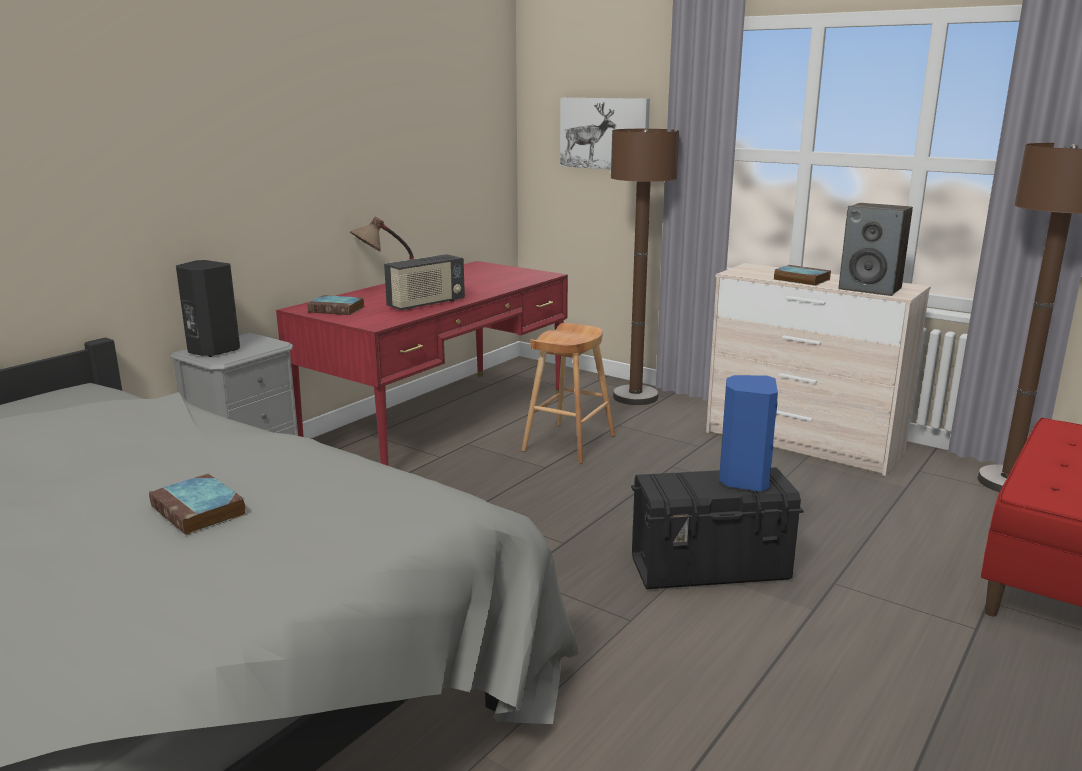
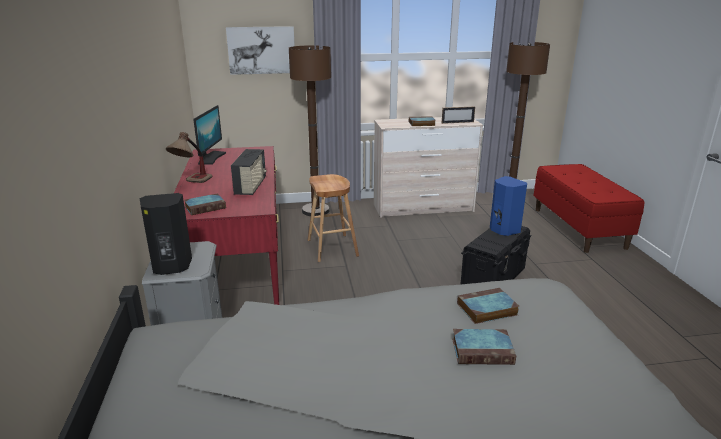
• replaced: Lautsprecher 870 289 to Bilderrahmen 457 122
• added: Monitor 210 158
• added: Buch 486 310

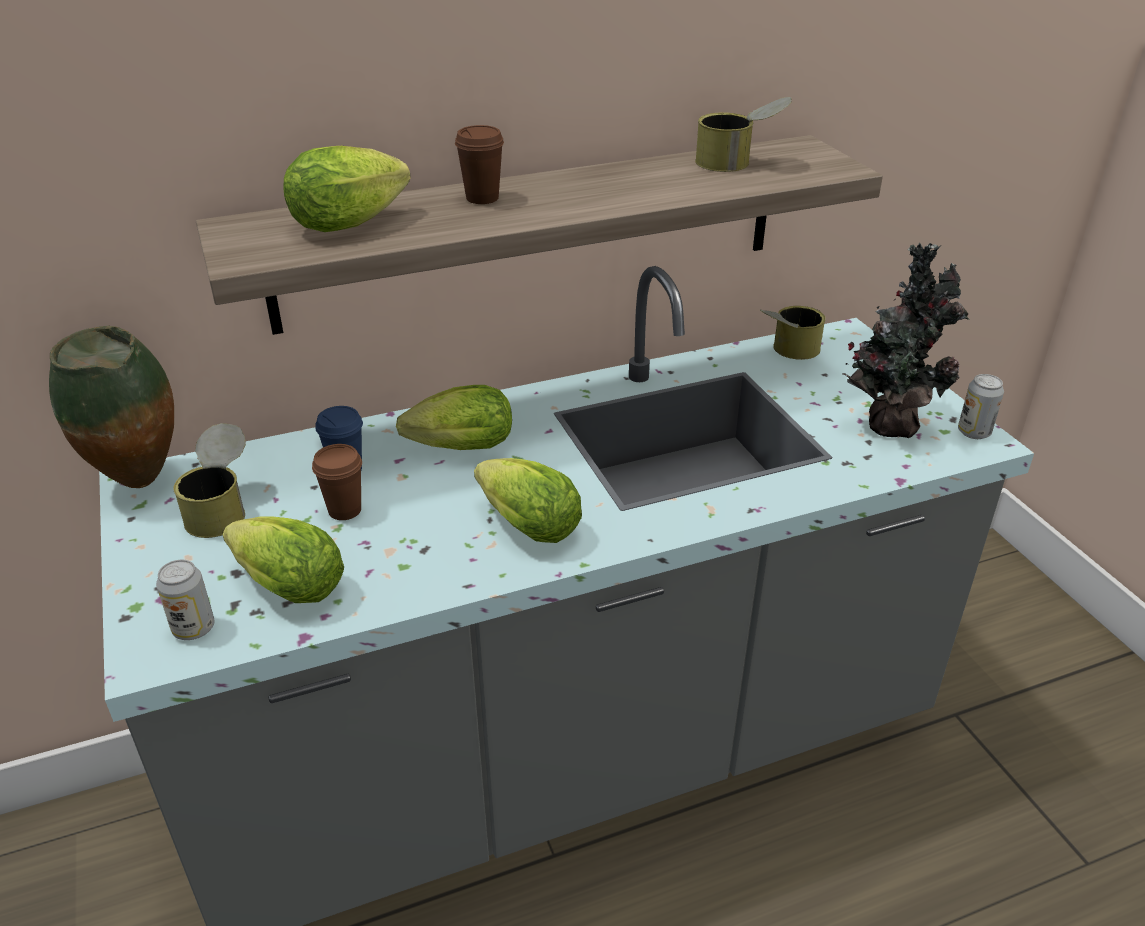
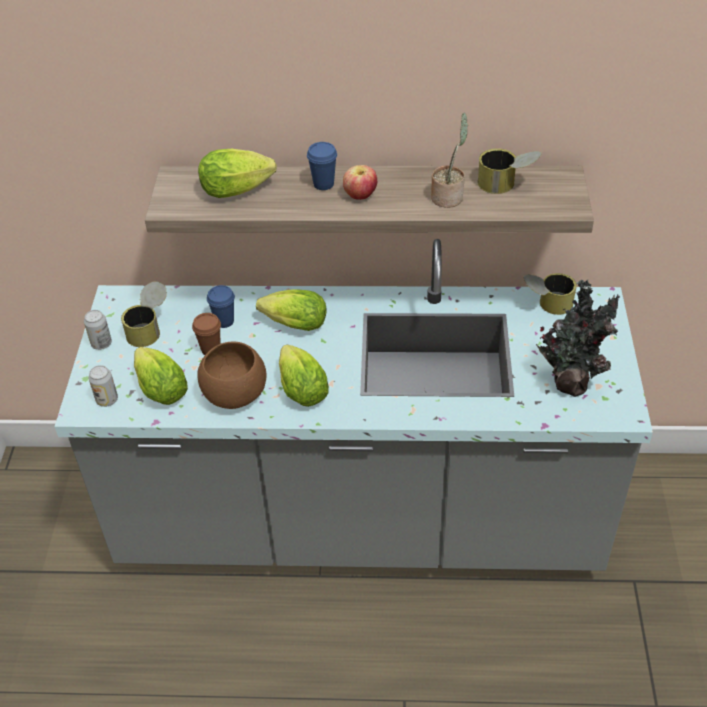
• recoloured: Tasse [braun] 482 198 to Tasse [blau] 323 184
• removed: Vase 141 484
• moved: Dose 974 432 to 101 344
• added: Topfpflanze 448 197
• added: Apfel 360 196
• added: Schüssel [braun] 234 395

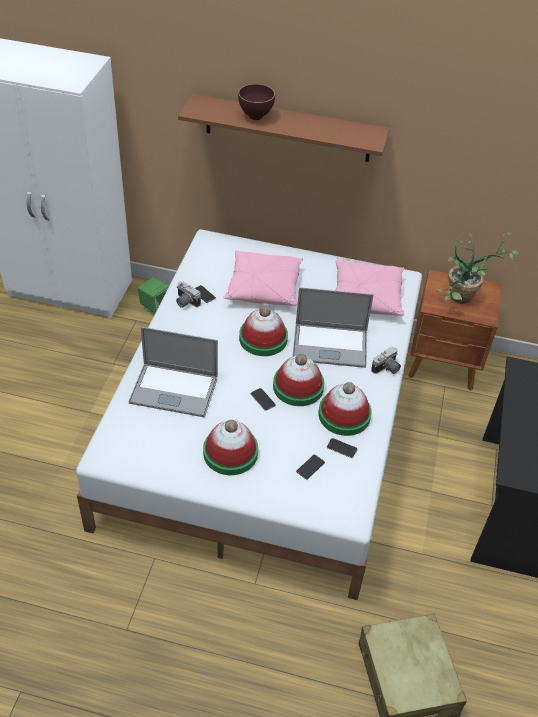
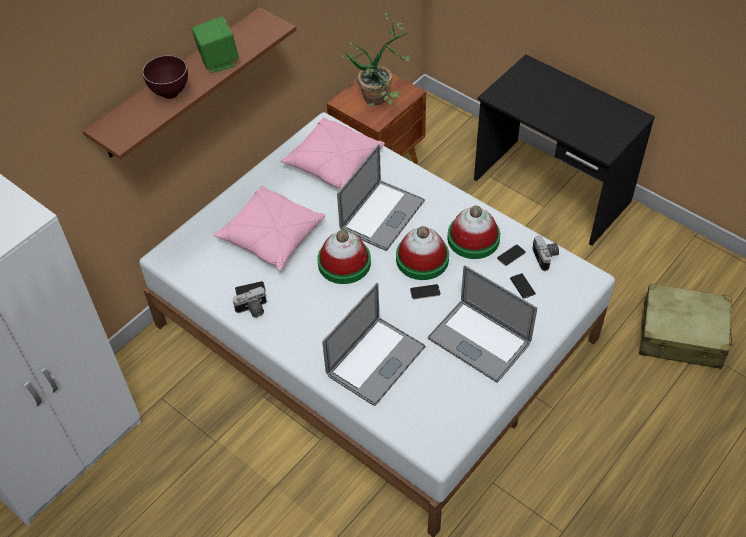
• moved: Lautsprecher [grün] 155 307 to 218 61
• moved: Kamera 386 369 to 546 257
• replaced: Hut 230 452 to Laptop 479 340

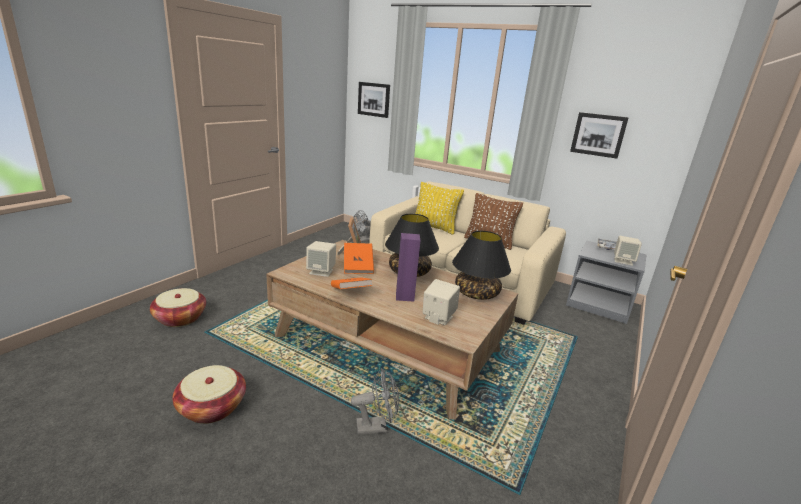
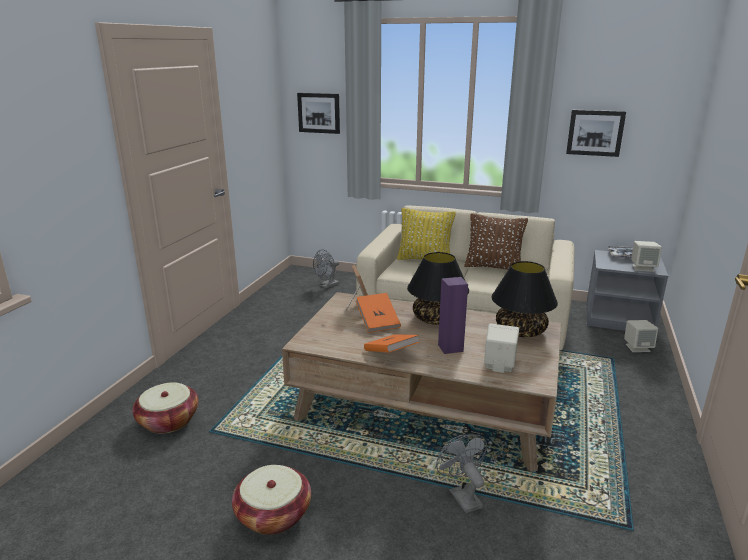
• moved: Lautsprecher [beige] 321 271 to 637 347
• turned: Ventilator [grau] 376 426 = 462 495 90 degrees counterclockwise

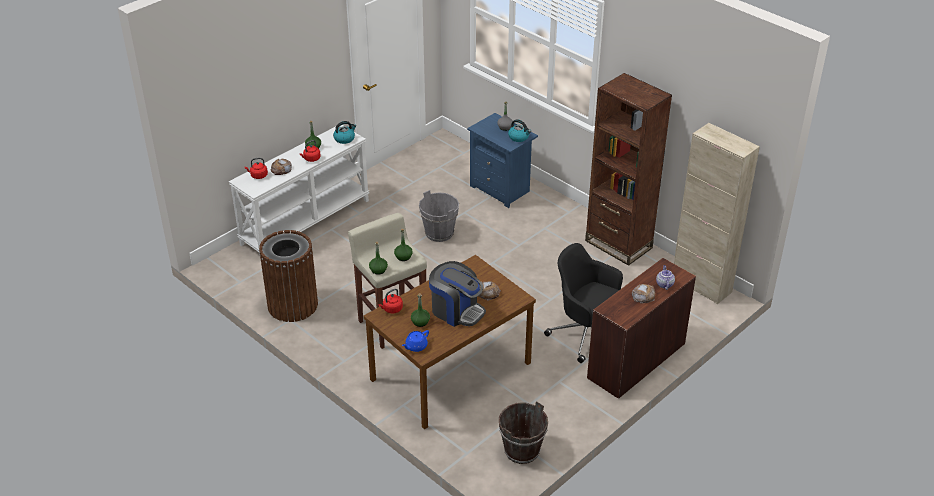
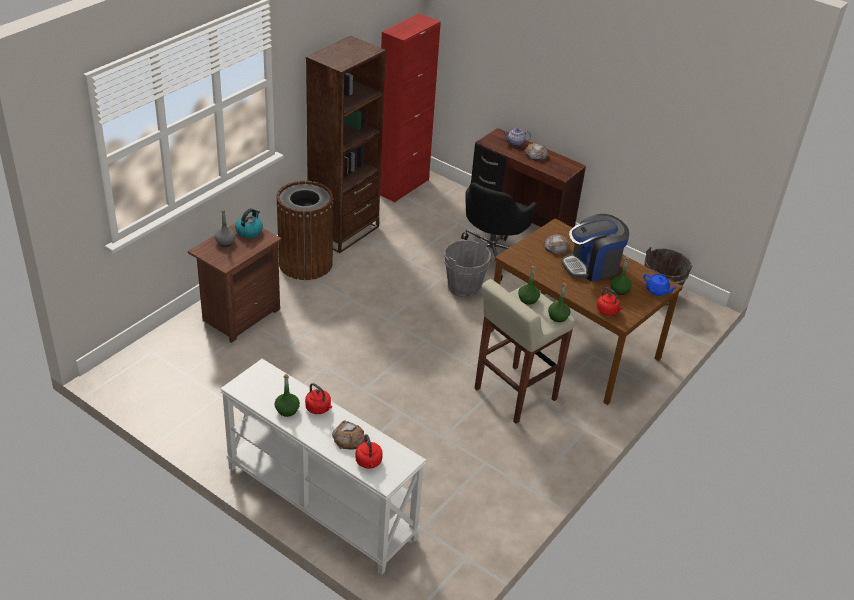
• recoloured: Nachttisch [blau] 501 189 to Nachttisch [braun] 240 315
• removed: Wasserkessel 344 138
• recoloured: Schrank [beige] 701 285 to Schrank [rot] 402 186
• moved: Eimer [grau] 439 233 to 463 287
• moved: Mülleimer [braun] 292 305 to 305 263
• turned: Kaffeemaschine 456 310 = 592 266 135 degrees counterclockwise

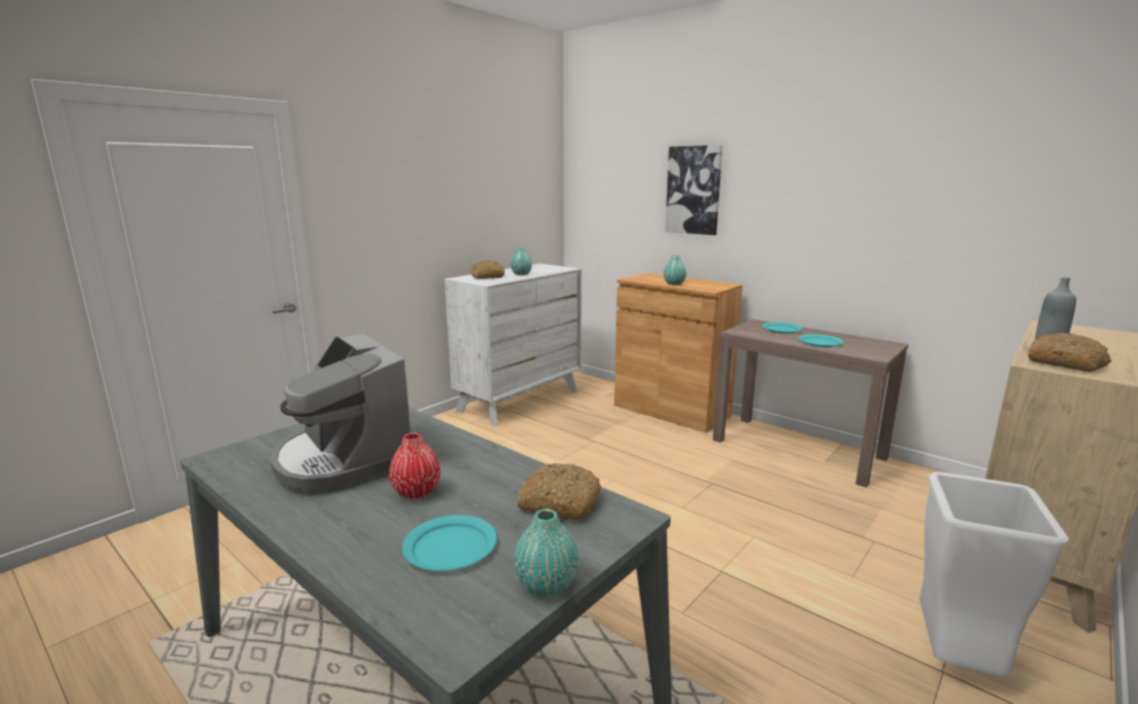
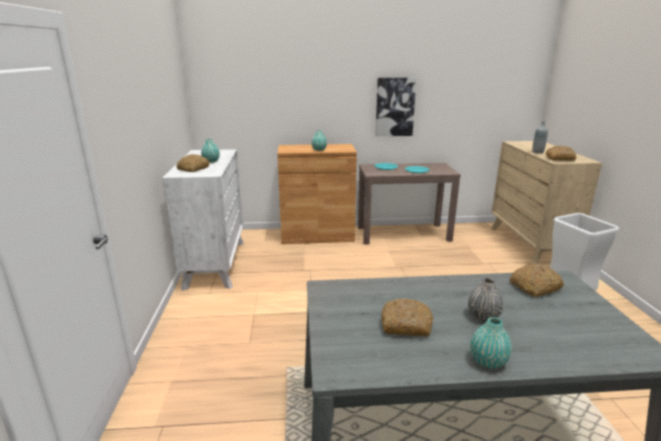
• moved: Bild 693 190 to 395 107
• replaced: Kaffeemaschine 343 460 to Brot 406 325
• recoloured: Vase [rot] 416 492 to Vase [grau] 483 316
• moved: Vase [türkis] 546 584 to 488 361
• removed: Teller [türkis] 449 547

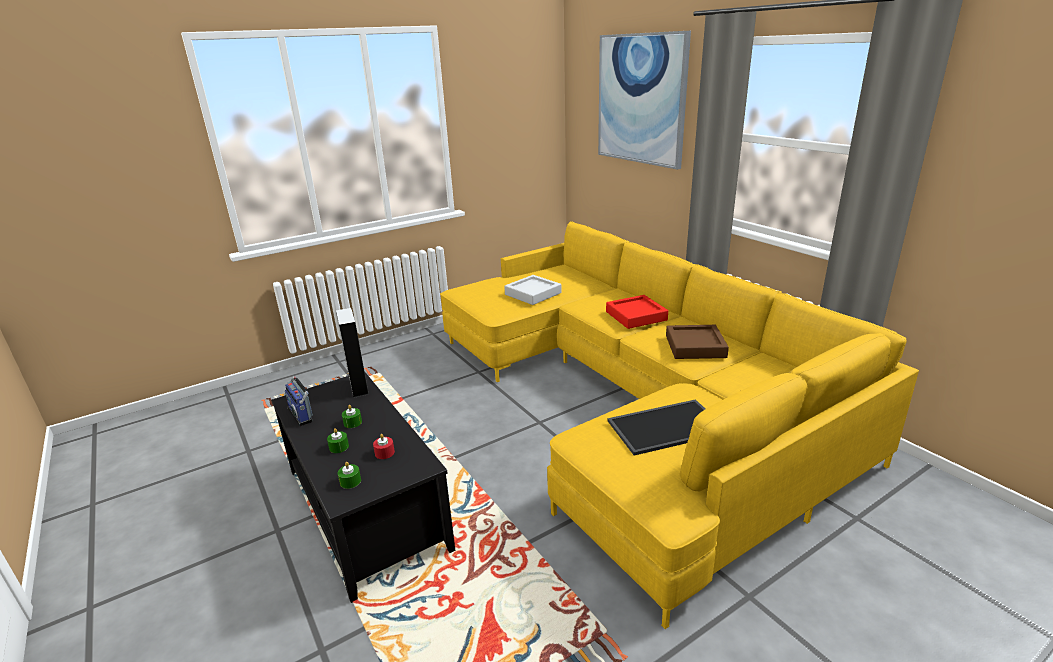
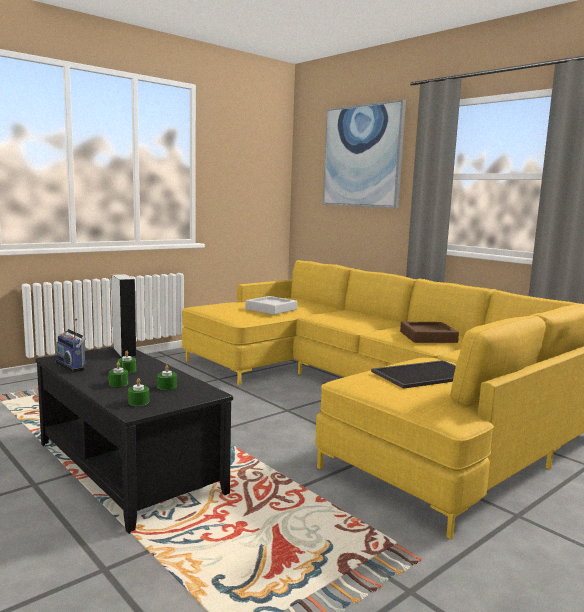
• removed: Tablett [rot] 636 316
• recoloured: Kerze [rot] 384 453 to Kerze [grün] 167 386

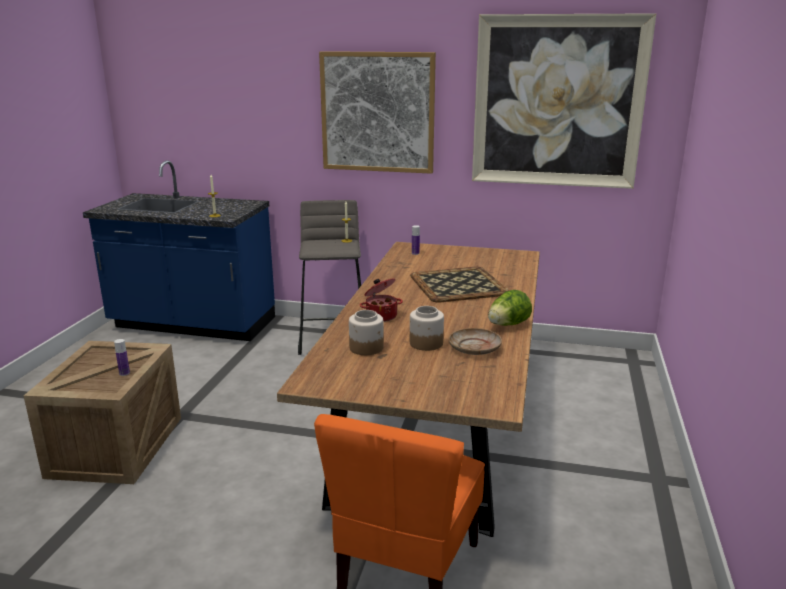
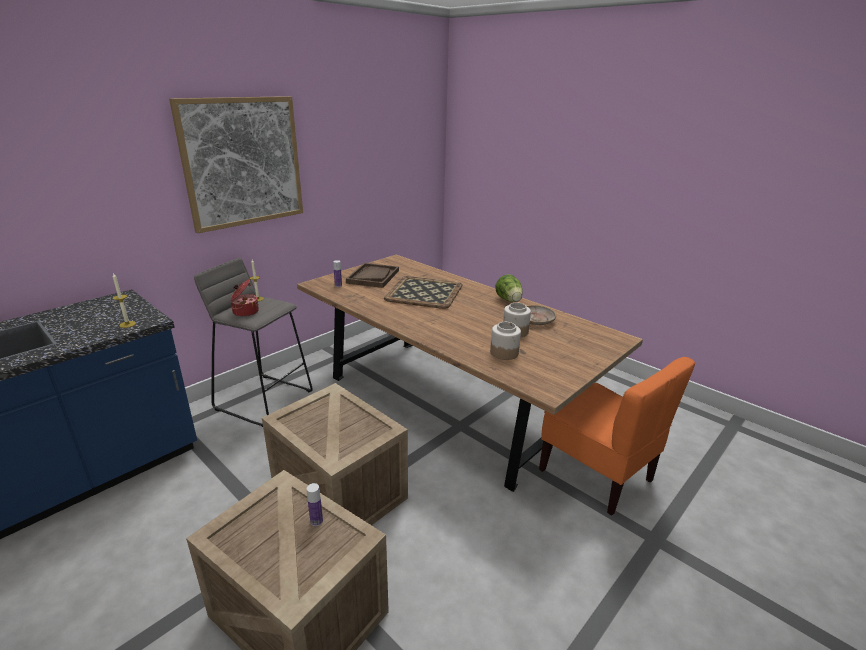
• removed: Bild 557 102
• moved: Kochtopf 381 316 to 245 312
• added: Tablett [braun] 373 276
• added: Kiste 341 492

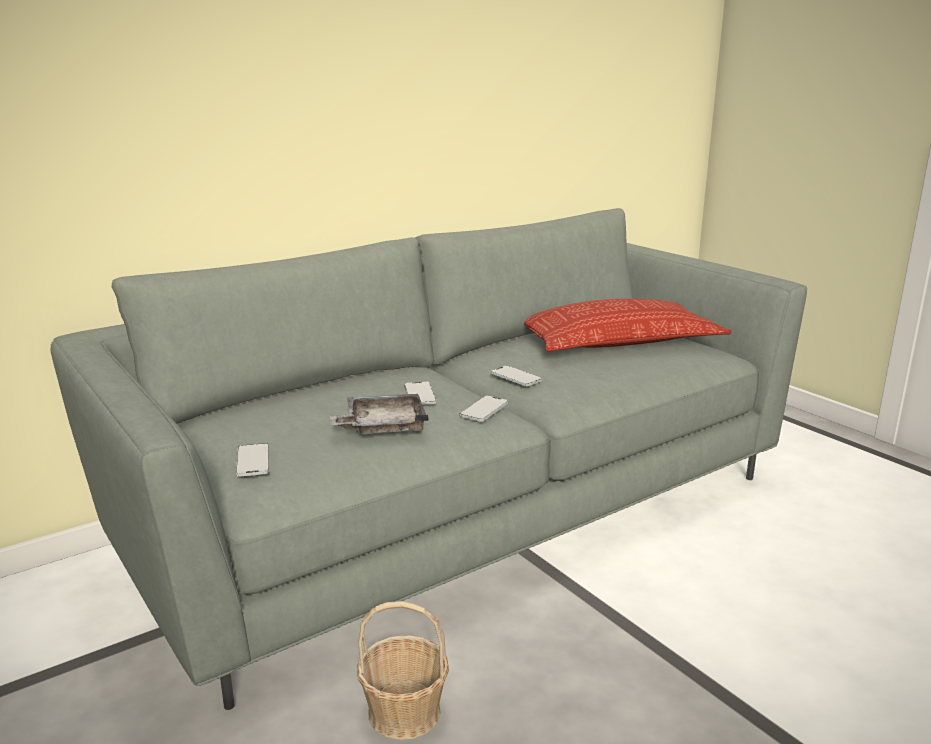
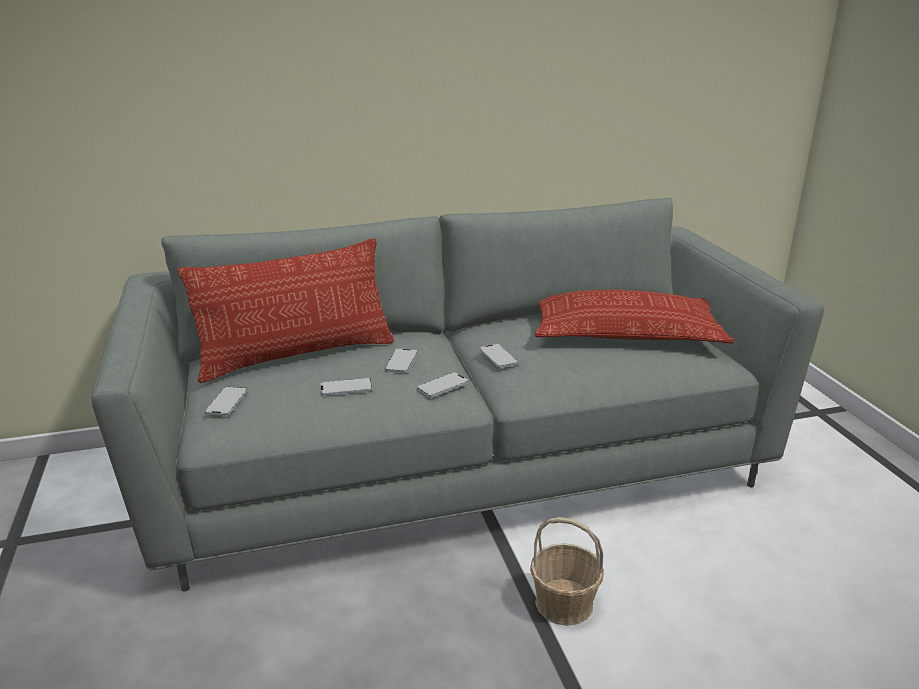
• replaced: Tablett [grau] 382 426 to Handy 346 388
• moved: Korb 405 712 to 564 603
• added: Kissen 297 355

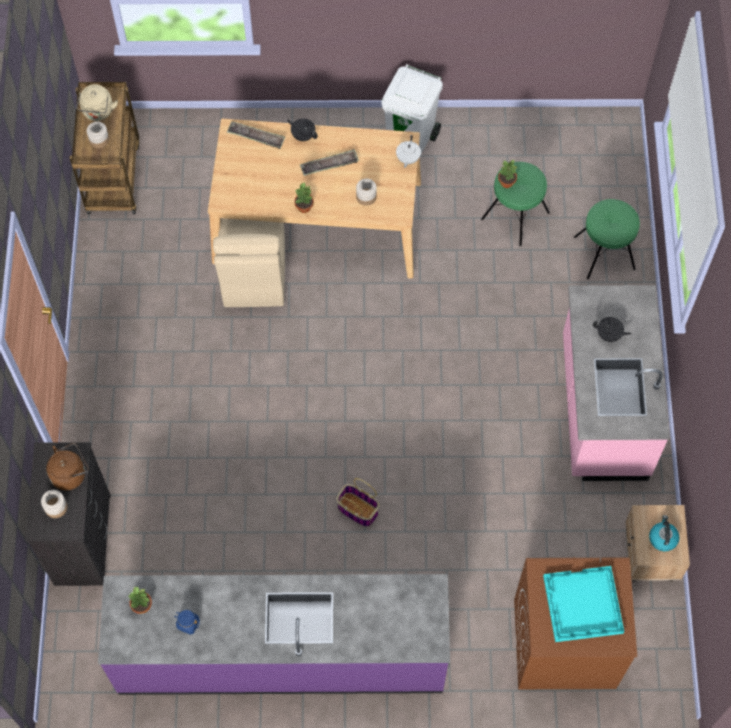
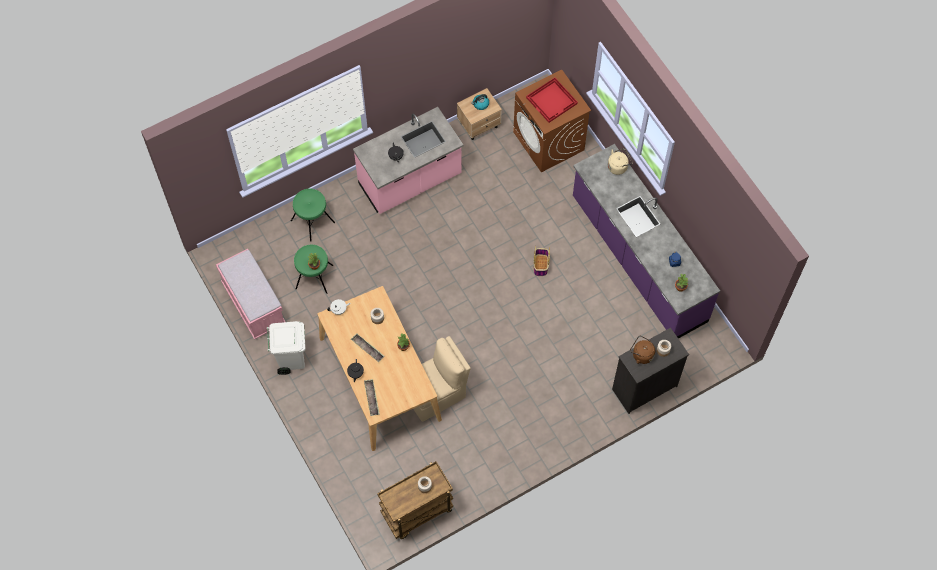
• moved: Wasserkessel [beige] 98 112 to 618 166
• recoloured: Tablett [türkis] 582 605 to Tablett [rot] 552 101
• added: Bank [rosa] 253 304

